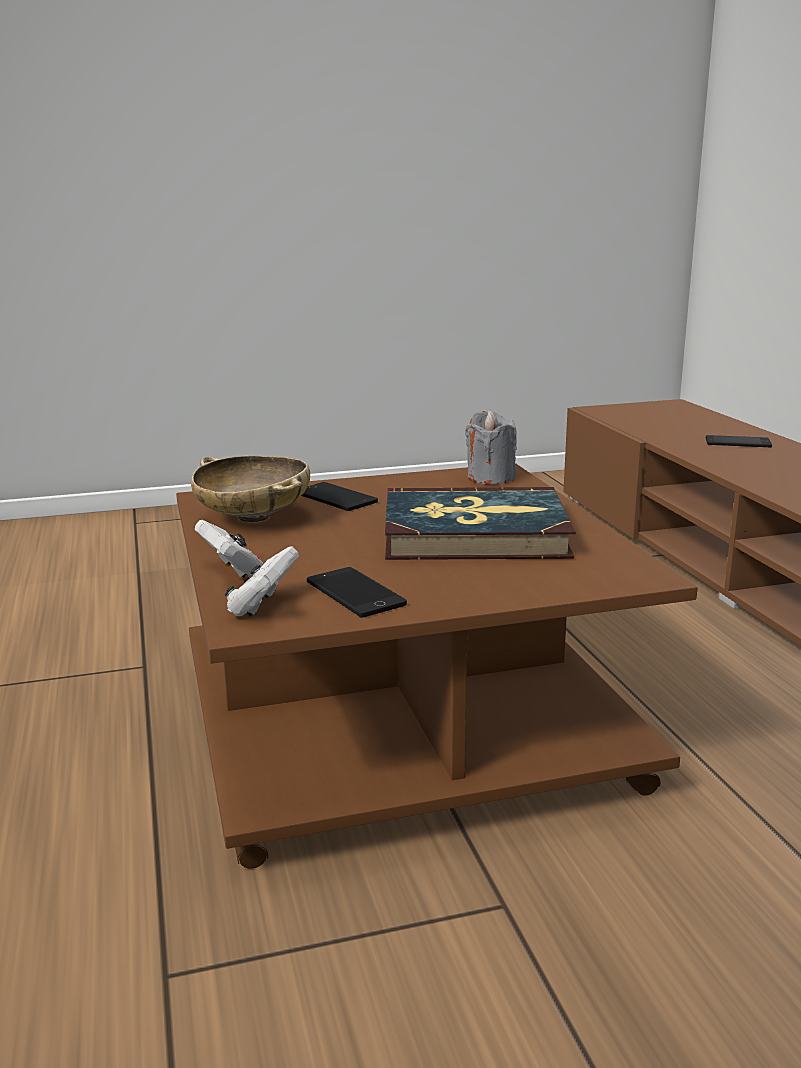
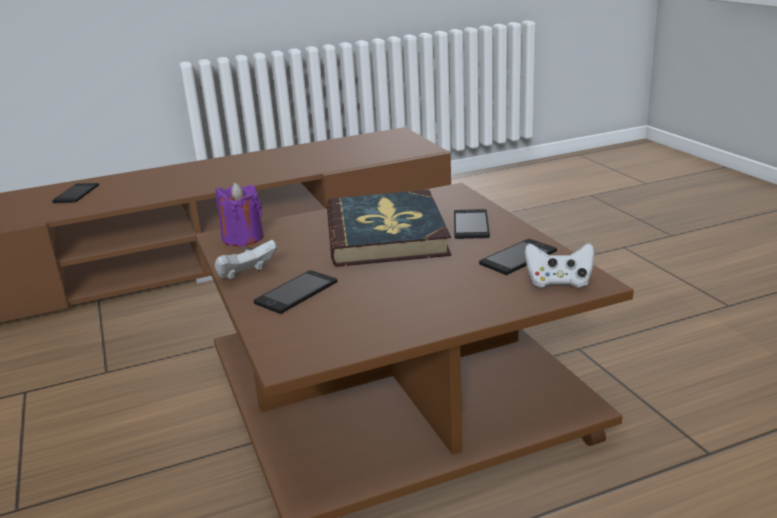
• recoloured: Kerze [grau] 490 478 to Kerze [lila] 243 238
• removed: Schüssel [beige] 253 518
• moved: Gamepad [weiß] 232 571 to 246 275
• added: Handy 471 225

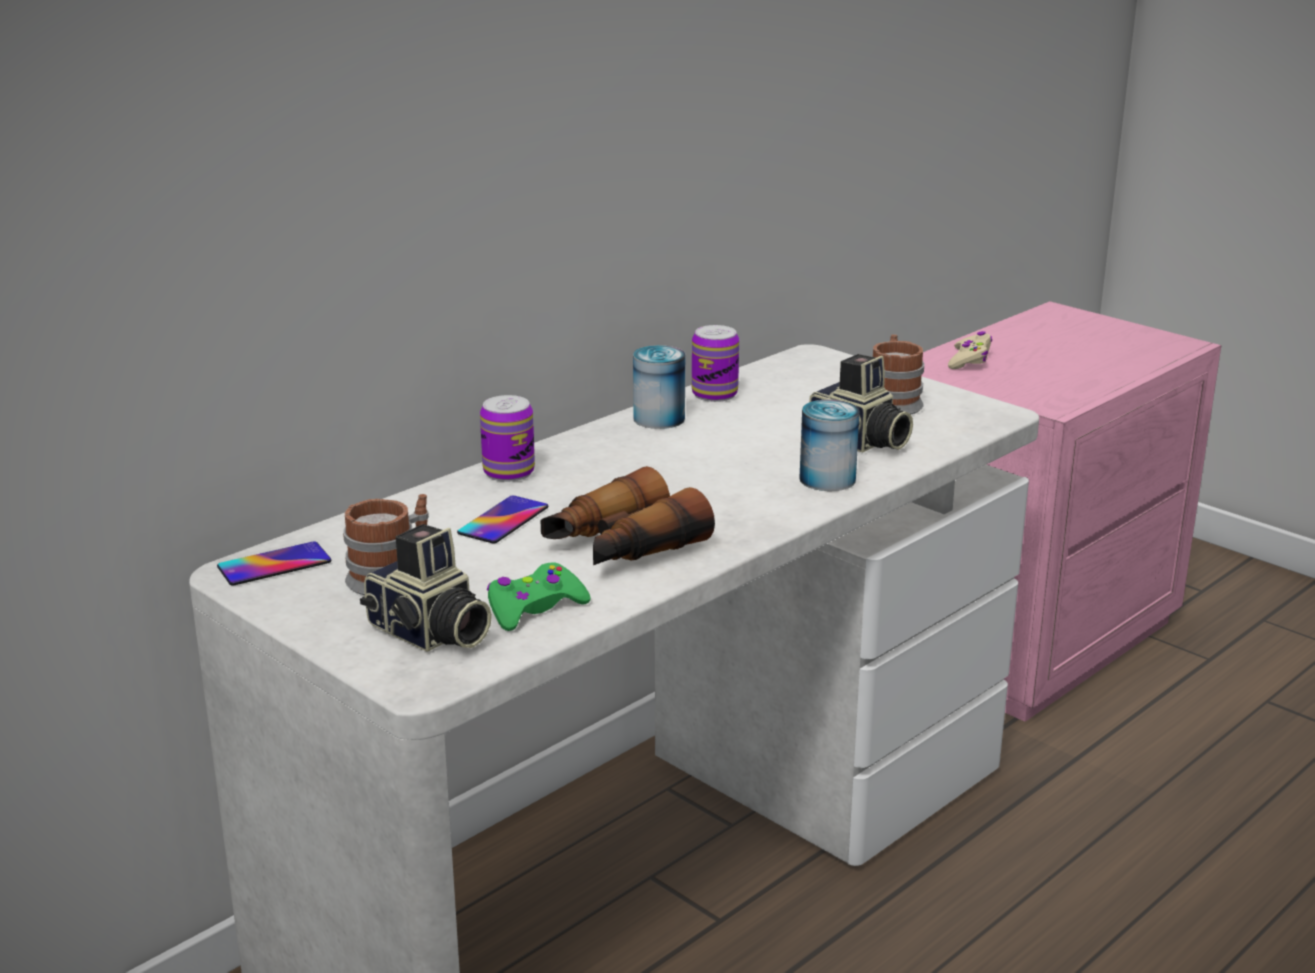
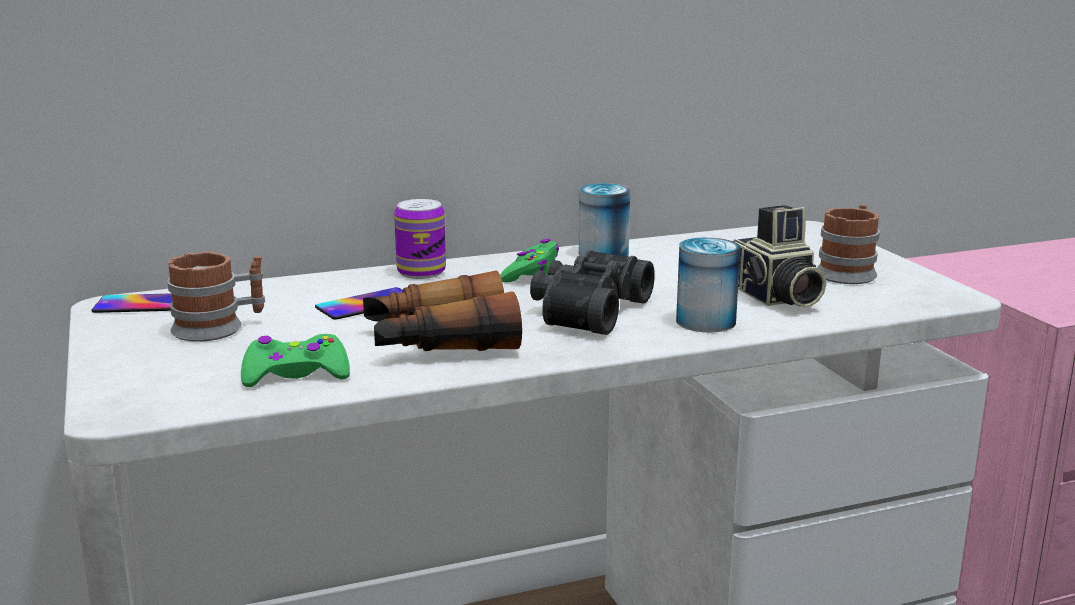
• removed: Dose 714 394
• removed: Gamepad [beige] 969 360
• removed: Kamera 428 634
• added: Gamepad [grün] 531 272
• added: Fernglas [schwarz] 586 310

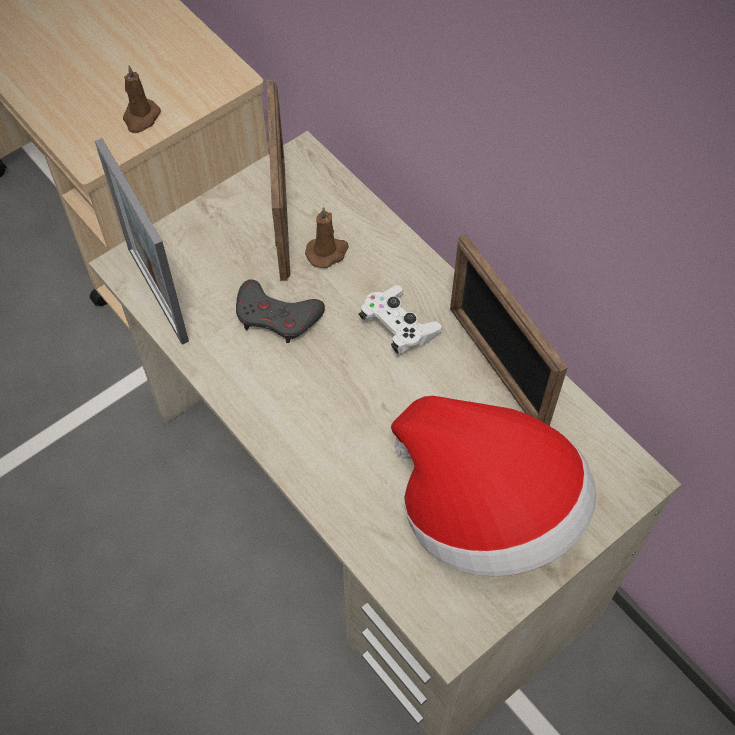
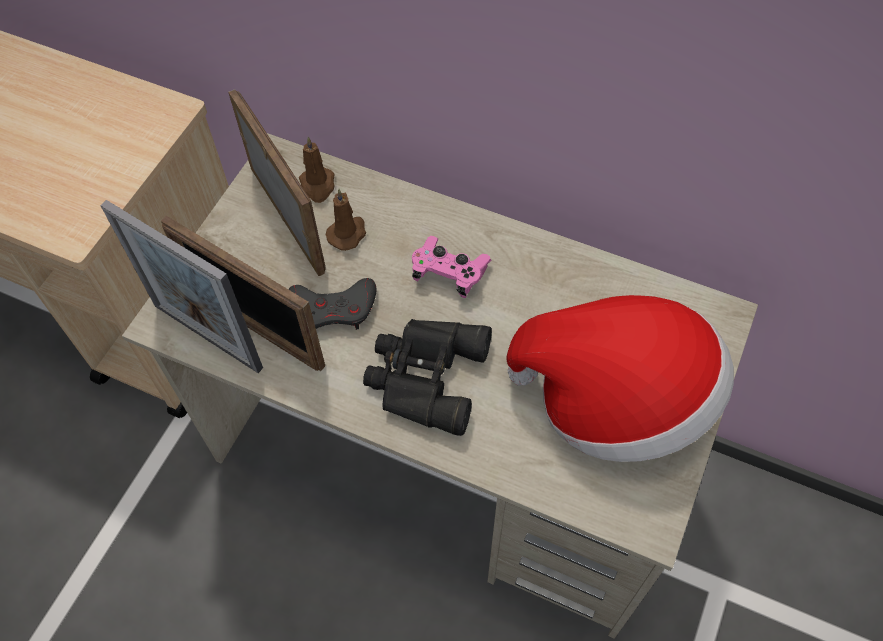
• moved: Kerze [braun] 141 118 to 318 186
• moved: Bilderrahmen 496 367 to 256 328
• recoloured: Gamepad [weiß] 398 327 to Gamepad [rosa] 449 273
• added: Fernglas [schwarz] 424 377

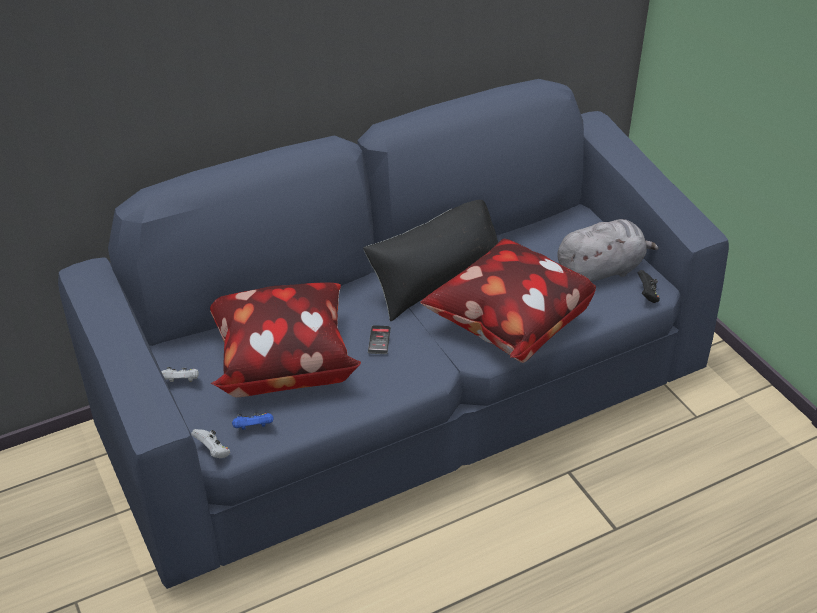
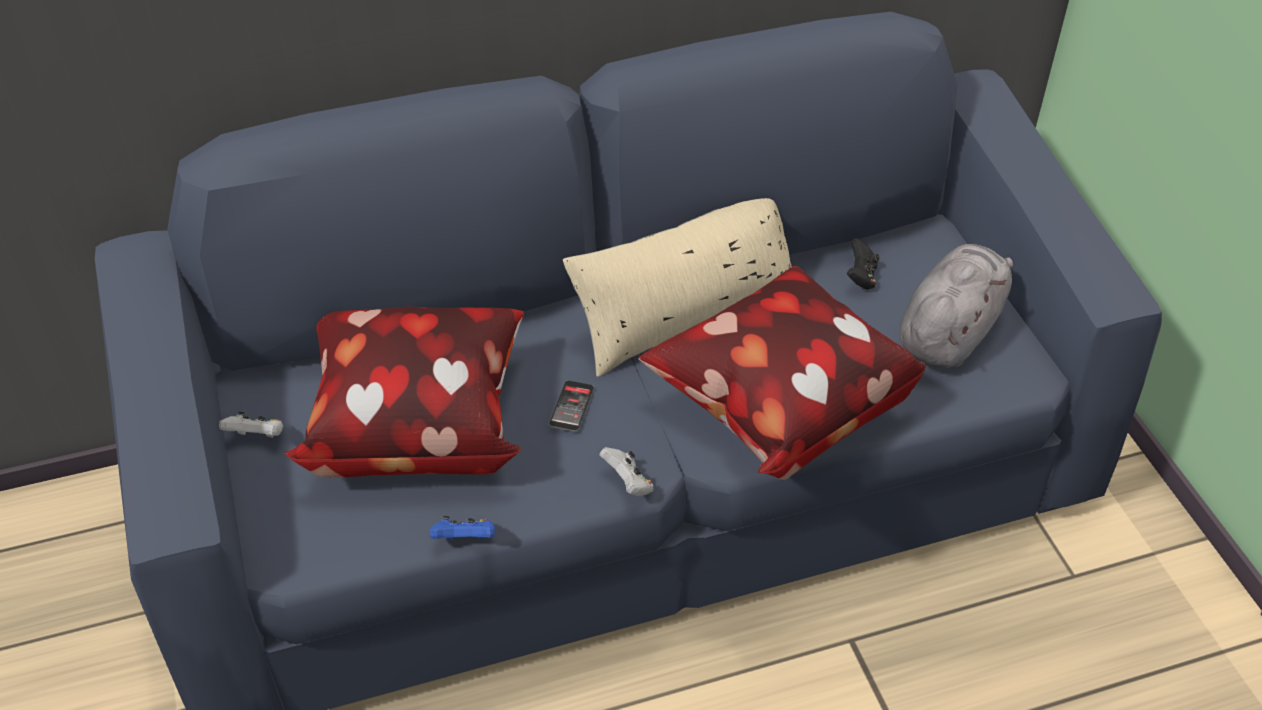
• recoloured: Kissen [schwarz] 437 279 to Kissen [beige] 686 315
• turned: Plüschtier [grau] 602 270 = 950 331 45 degrees counterclockwise
• moved: Gamepad [schwarz] 647 295 to 861 277
• moved: Gamepad [blau] 253 428 to 465 540
• moved: Gamepad [weiß] 213 451 to 628 483

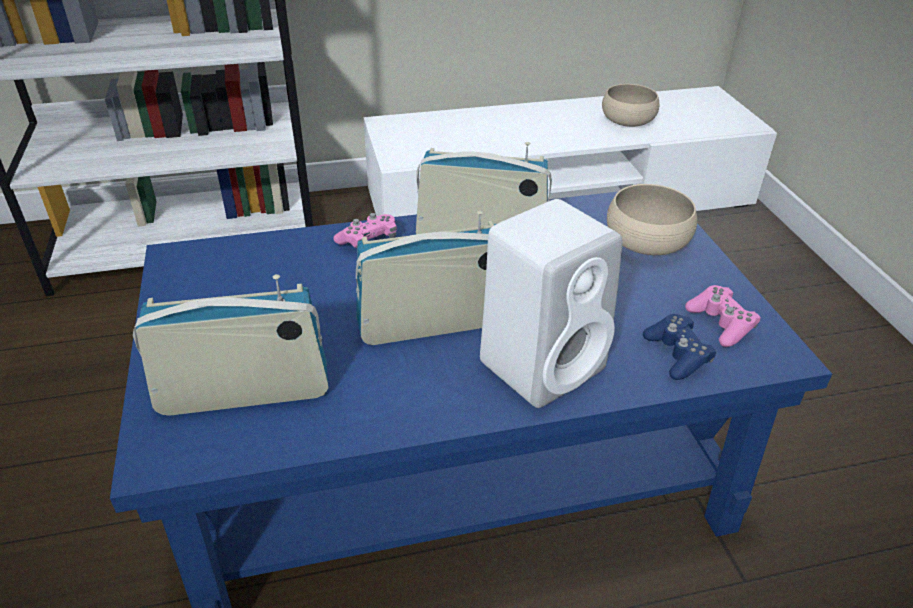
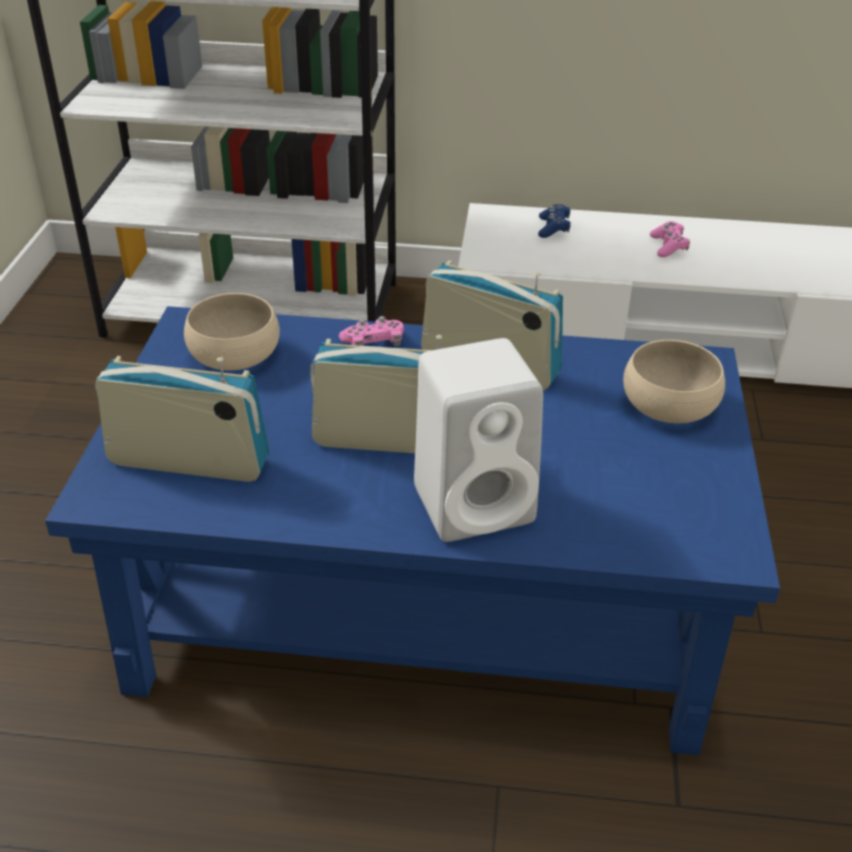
• moved: Schüssel [beige] 628 120 to 234 355
• moved: Gamepad [rosa] 720 324 to 668 247
• moved: Gamepad [blau] 677 355 to 553 228

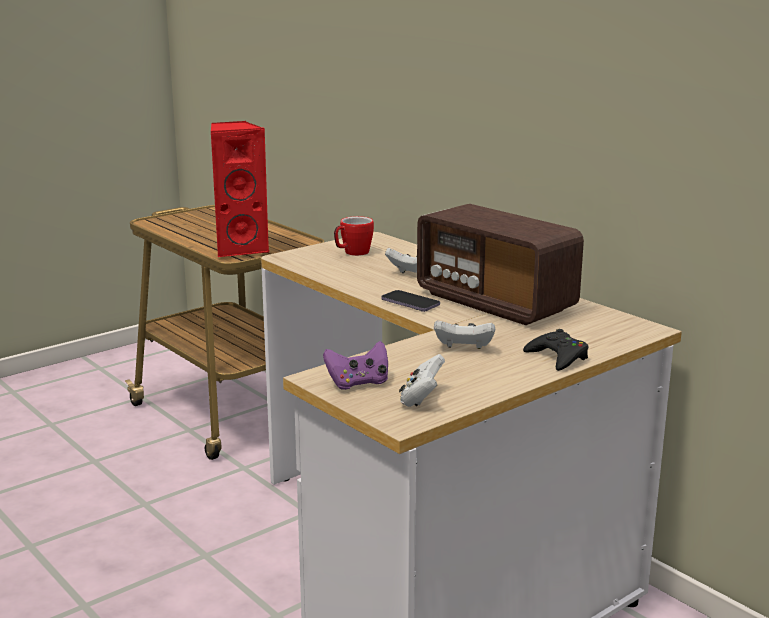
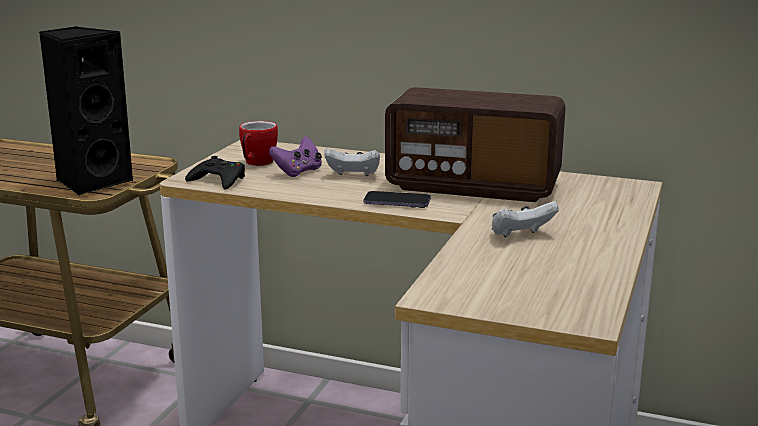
• recoloured: Lautsprecher [rot] 240 249 to Lautsprecher [schwarz] 91 182
• moved: Gamepad [schwarz] 558 357 to 218 180
• moved: Gamepad [lila] 358 383 to 298 172
• removed: Gamepad [weiß] 421 399

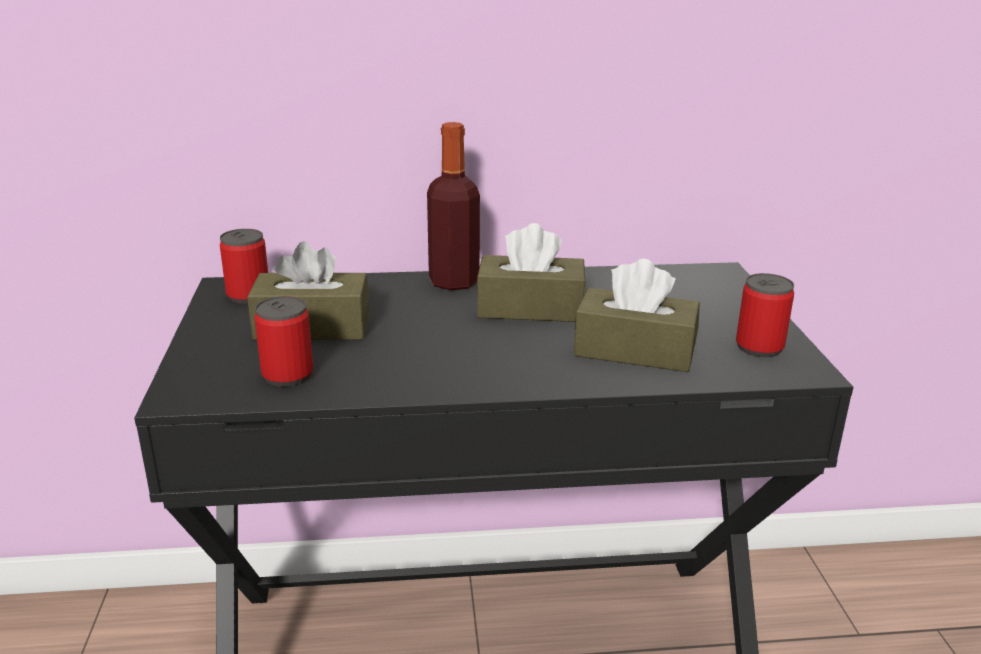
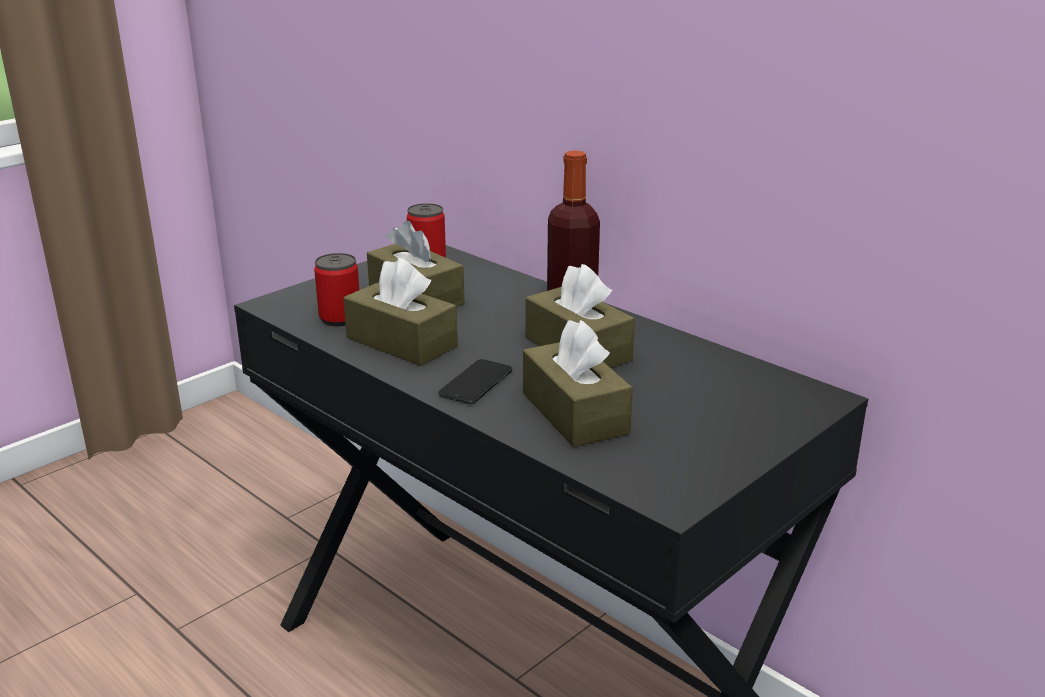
• removed: Dose 759 347
• added: Taschentuchbox [braun] 401 342
• added: Handy 476 383

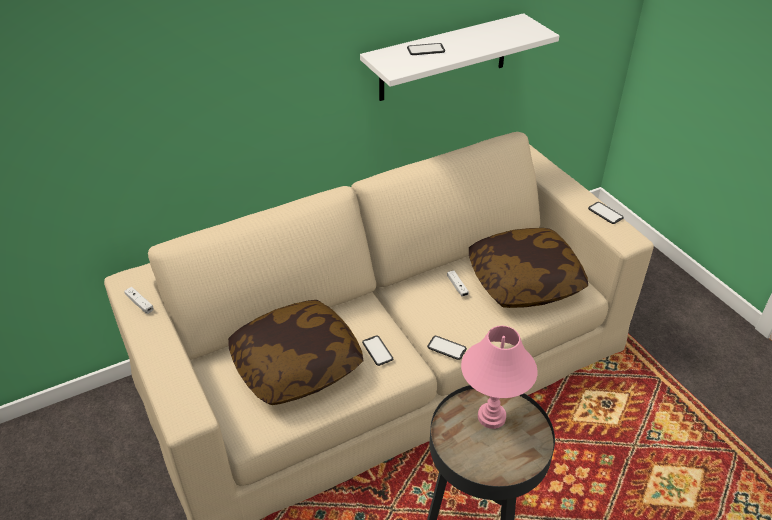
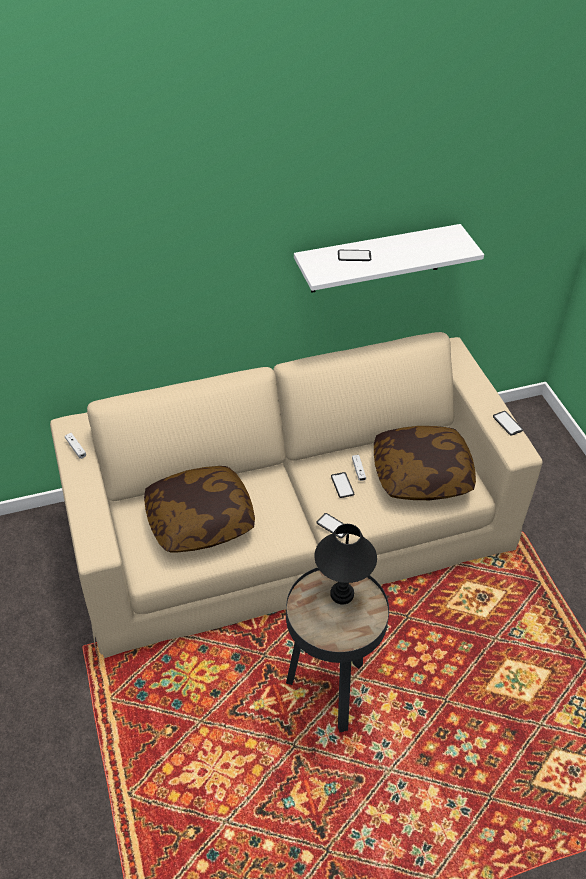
• recoloured: Tischlampe [rosa] 491 417 to Tischlampe [schwarz] 342 594
• moved: Handy 377 351 to 342 485

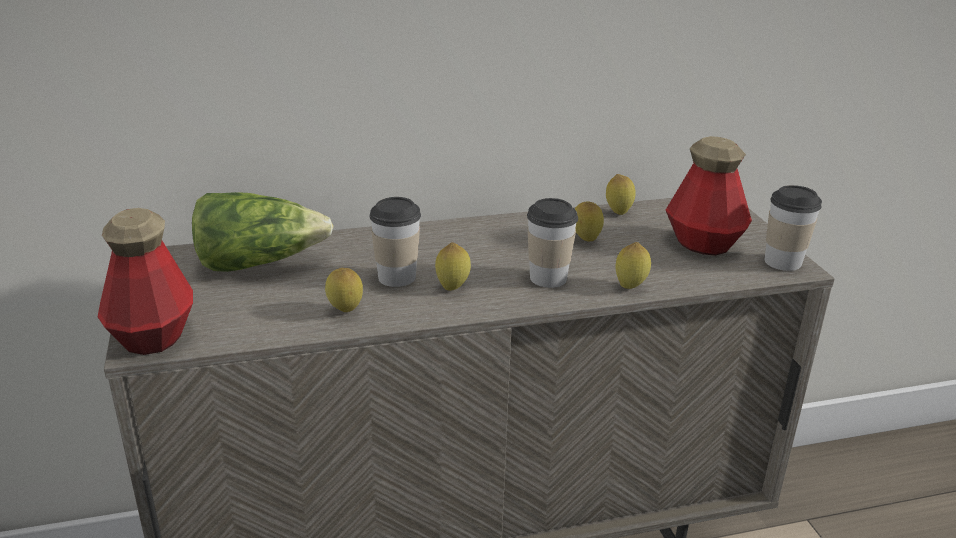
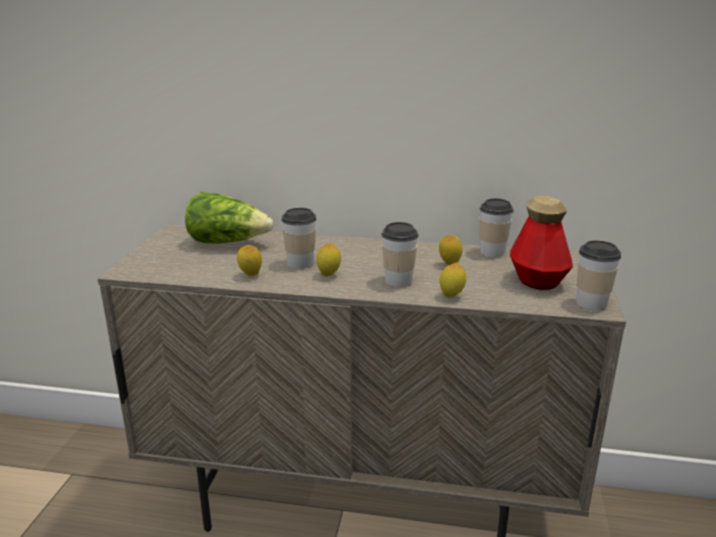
• replaced: Zitrone 618 212 to Tasse 492 252
• removed: Flasche 152 336

